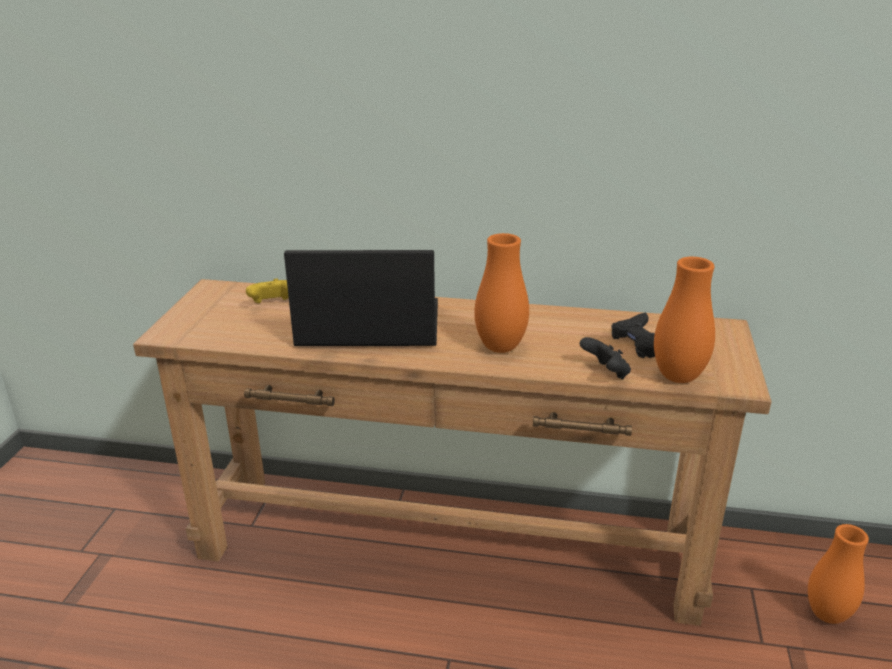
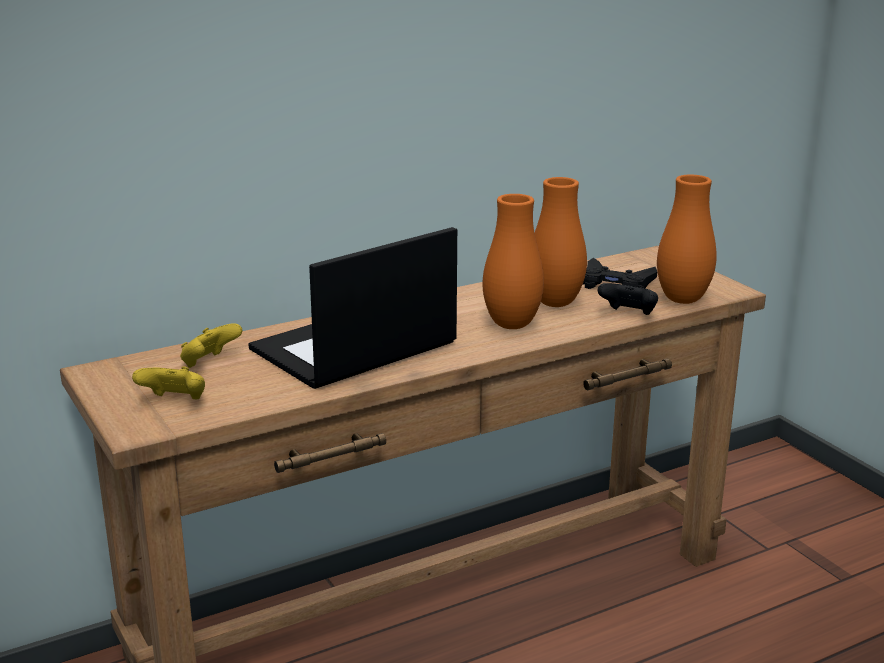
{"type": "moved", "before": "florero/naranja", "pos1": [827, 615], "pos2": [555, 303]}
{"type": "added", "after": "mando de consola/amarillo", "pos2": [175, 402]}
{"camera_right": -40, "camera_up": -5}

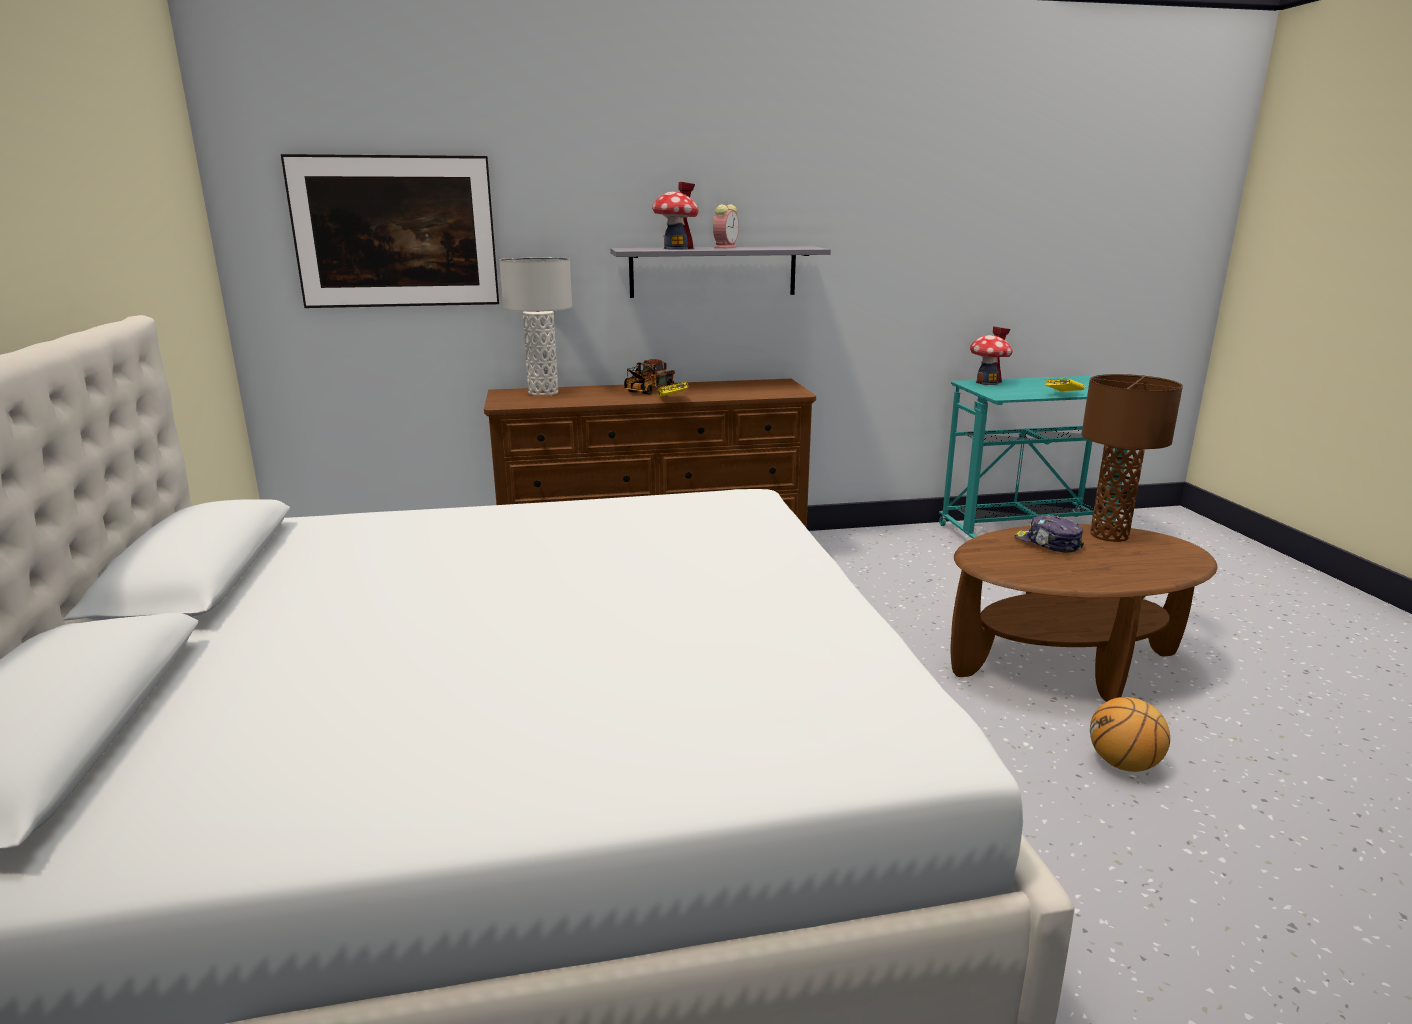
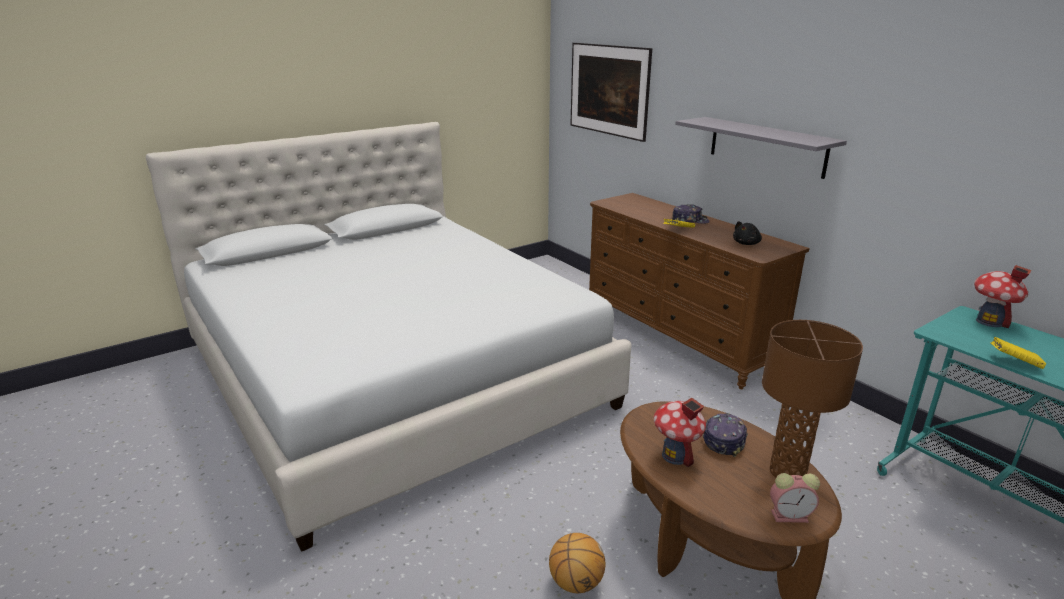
{"type": "removed", "before": "lámpara de mesa/blanco", "pos1": [542, 392]}
{"type": "replaced", "before": "camión de juguete", "after": "gorra", "pos1": [647, 391], "pos2": [690, 221]}
{"type": "moved", "before": "casita", "pos1": [676, 248], "pos2": [675, 456]}
{"type": "moved", "before": "despertador", "pos1": [725, 247], "pos2": [791, 516]}
{"type": "added", "after": "peluche/negro", "pos2": [746, 243]}
{"camera_right": 65, "camera_up": 5}

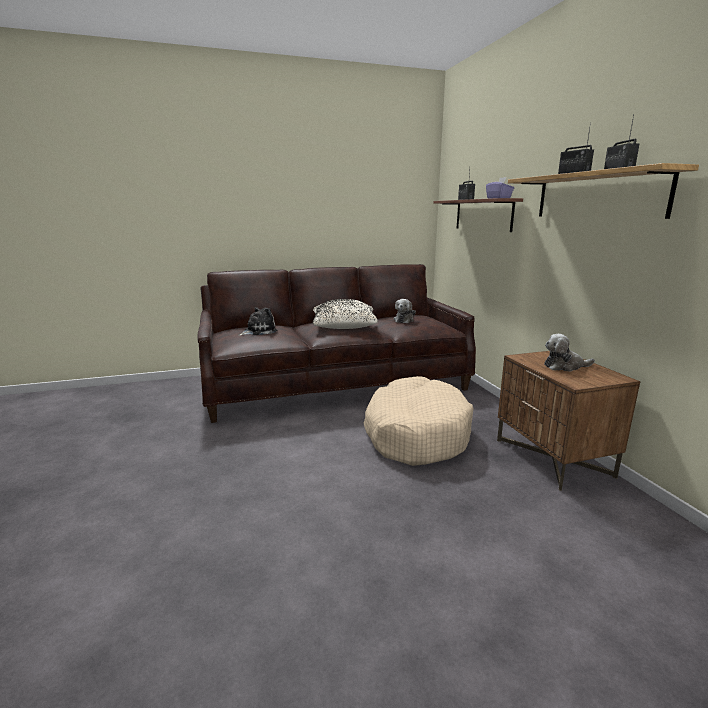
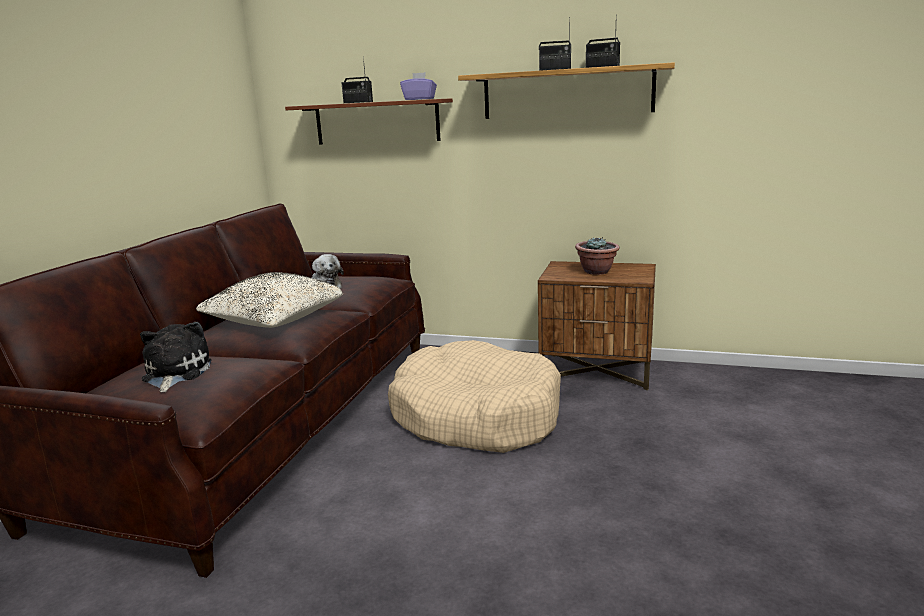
{"type": "replaced", "before": "peluche", "after": "planta en maceta", "pos1": [564, 366], "pos2": [596, 271]}
{"camera_right": -55, "camera_up": 0}

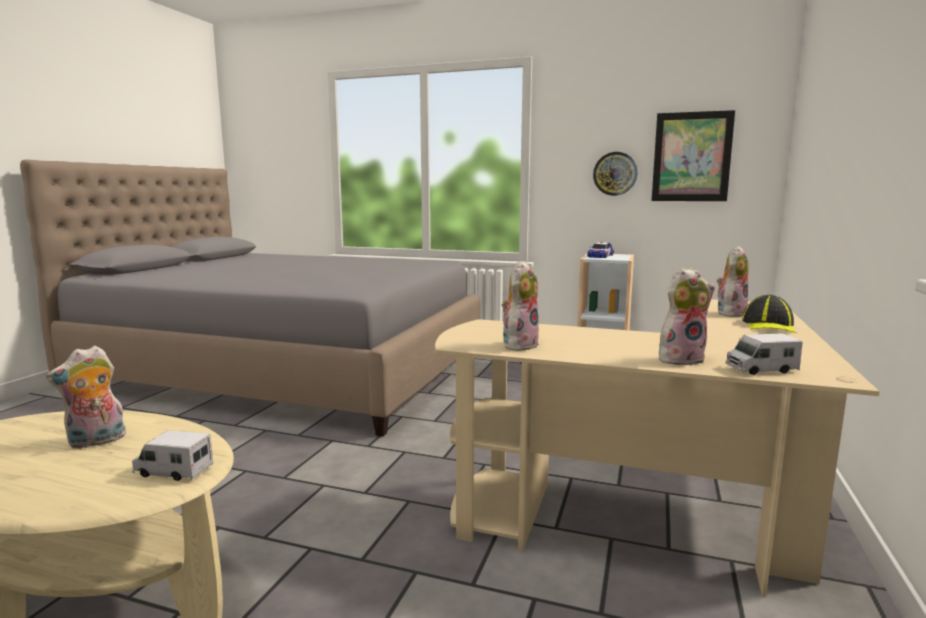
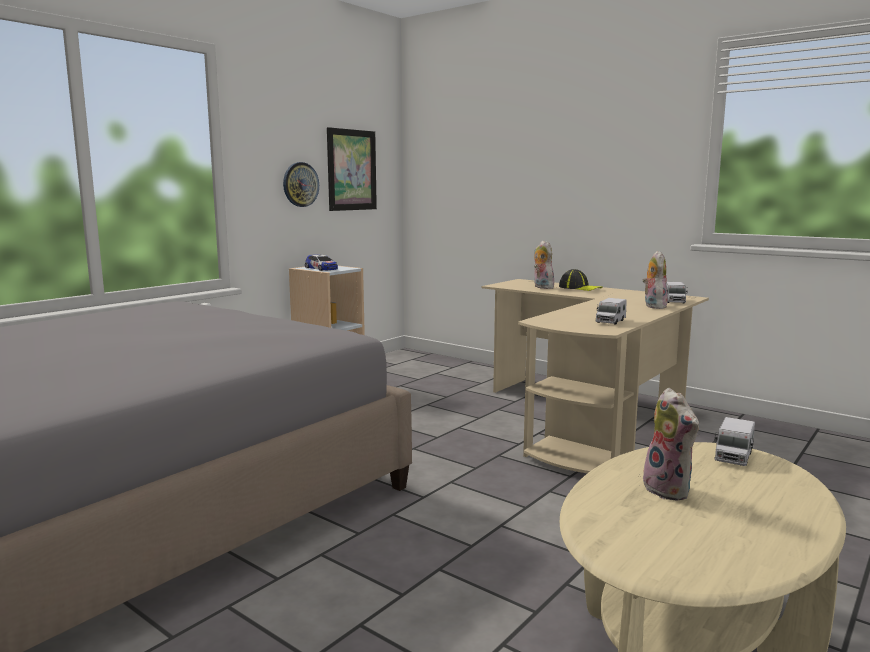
{"type": "replaced", "before": "peluche", "after": "camión de juguete", "pos1": [519, 345], "pos2": [610, 321]}
{"camera_right": -70, "camera_up": 0}

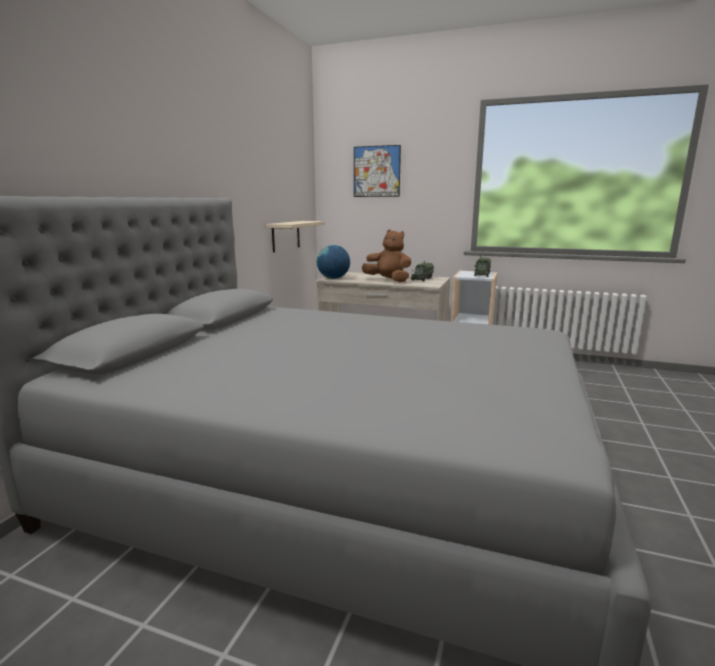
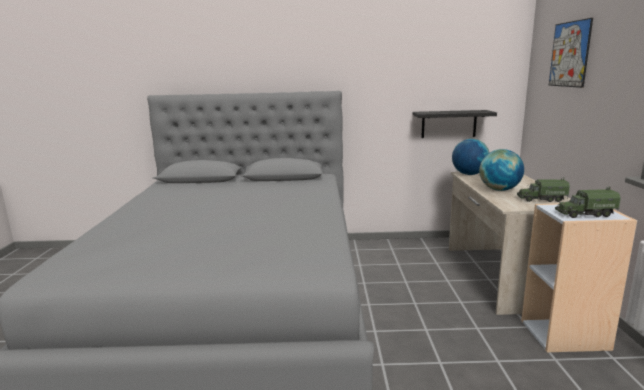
{"type": "recoloured", "before": "estante/beis", "after": "estante/negro", "pos1": [286, 236], "pos2": [448, 124]}
{"type": "replaced", "before": "peluche/marrón", "after": "globo terráqueo", "pos1": [388, 280], "pos2": [499, 190]}
{"camera_right": 70, "camera_up": 0}

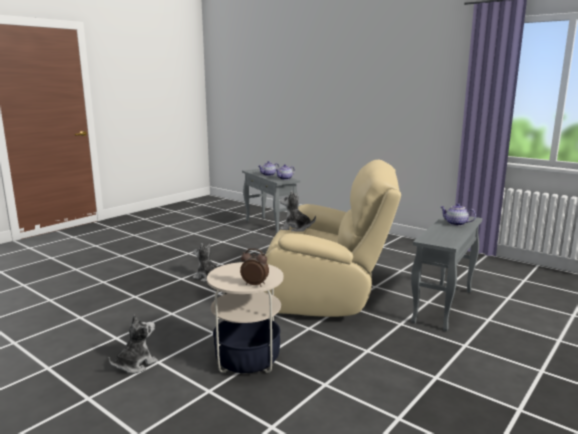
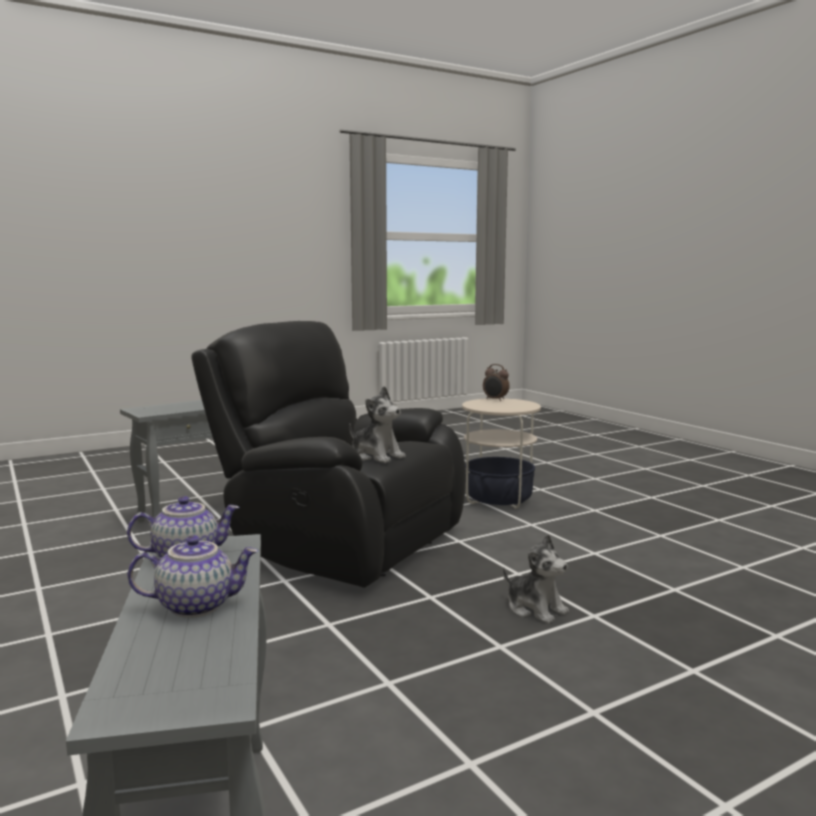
{"type": "removed", "before": "peluche", "pos1": [135, 364]}
{"type": "recoloured", "before": "sillón/beis", "after": "sillón/negro", "pos1": [329, 296], "pos2": [341, 543]}
{"type": "removed", "before": "tetera", "pos1": [456, 224]}
{"camera_right": -160, "camera_up": -5}

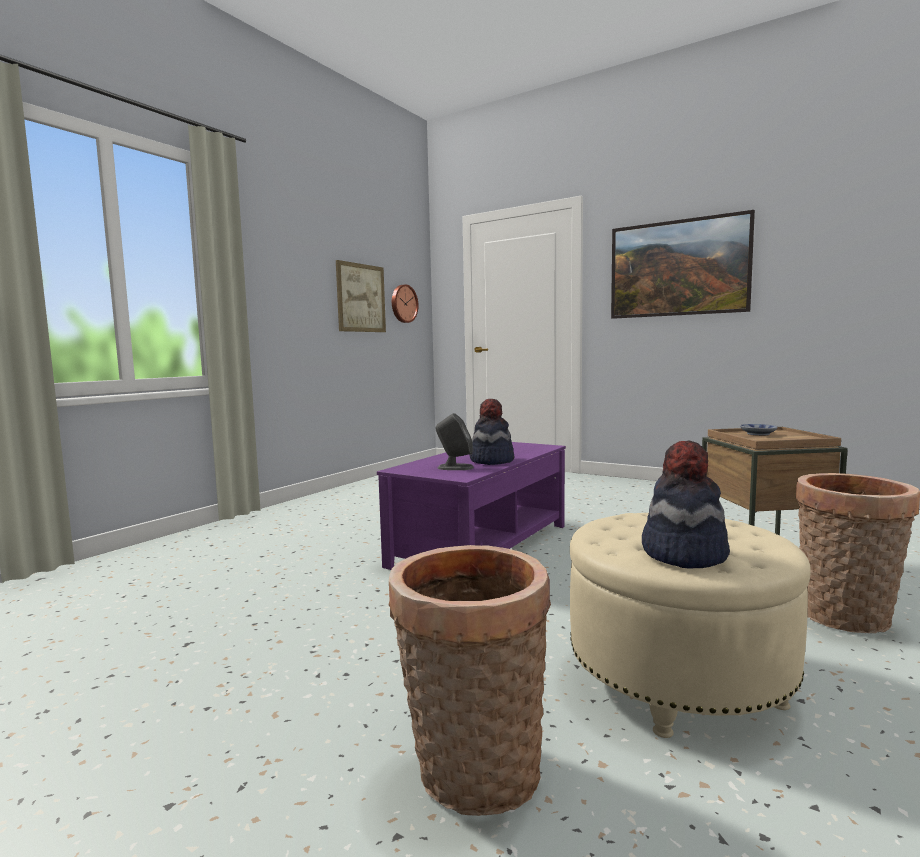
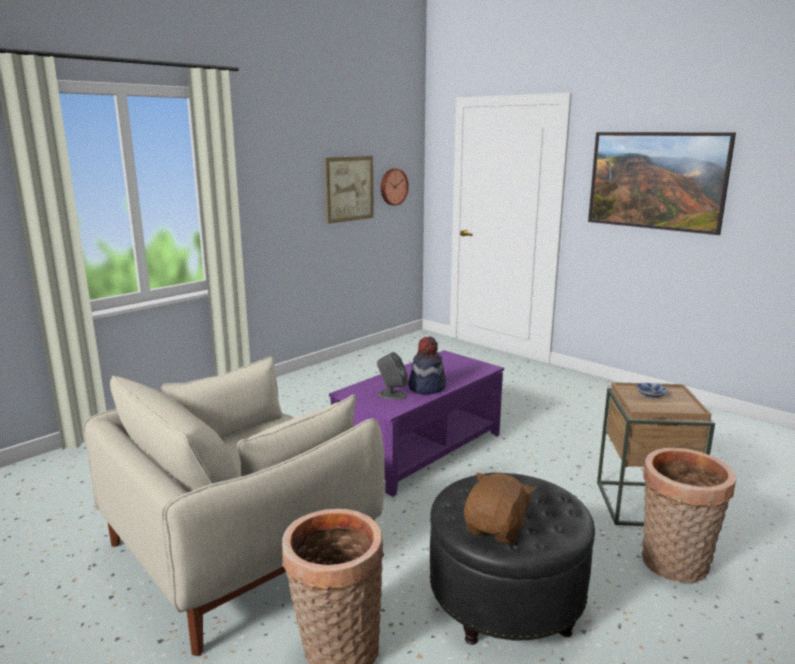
{"type": "recoloured", "before": "puf/beis", "after": "puf/negro", "pos1": [677, 679], "pos2": [505, 601]}
{"type": "replaced", "before": "sombrero", "after": "peluche/marrón", "pos1": [683, 554], "pos2": [496, 528]}
{"type": "added", "after": "sillón/beis", "pos2": [242, 549]}
{"camera_right": 10, "camera_up": 10}

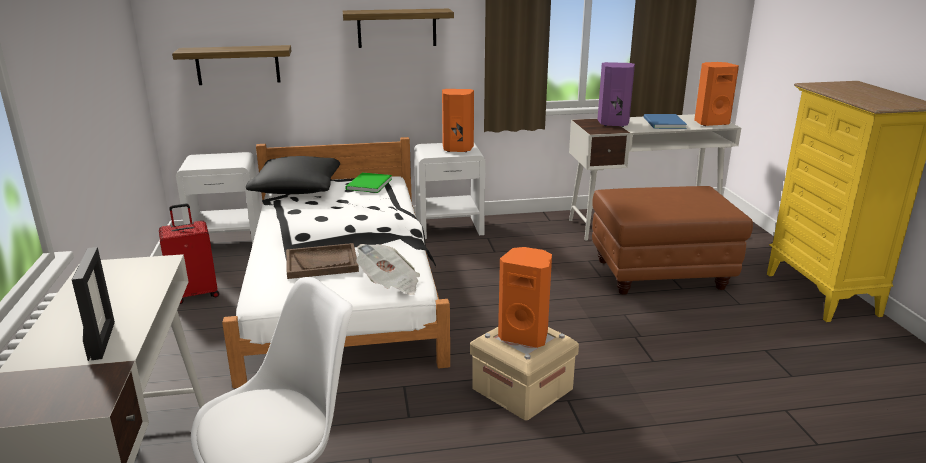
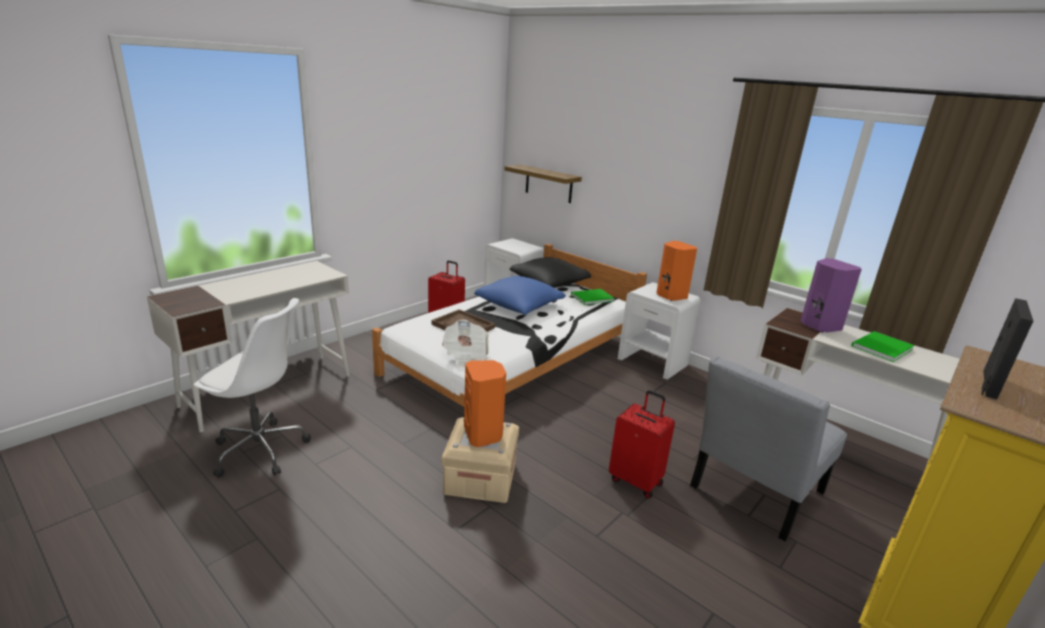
{"type": "moved", "before": "portarretratos", "pos1": [101, 340], "pos2": [987, 383]}
{"type": "removed", "before": "estante", "pos1": [397, 28]}
{"type": "replaced", "before": "puf/marrón", "after": "silla/gris", "pos1": [660, 274], "pos2": [753, 493]}
{"type": "recoloured", "before": "libro/azul", "after": "libro/verde", "pos1": [663, 123], "pos2": [879, 348]}
{"type": "removed", "before": "altavoz/naranja", "pos1": [710, 123]}
{"type": "added", "after": "cojín/azul", "pos2": [519, 306]}
{"type": "added", "after": "maleta/rojo", "pos2": [636, 481]}
{"camera_right": 50, "camera_up": 0}

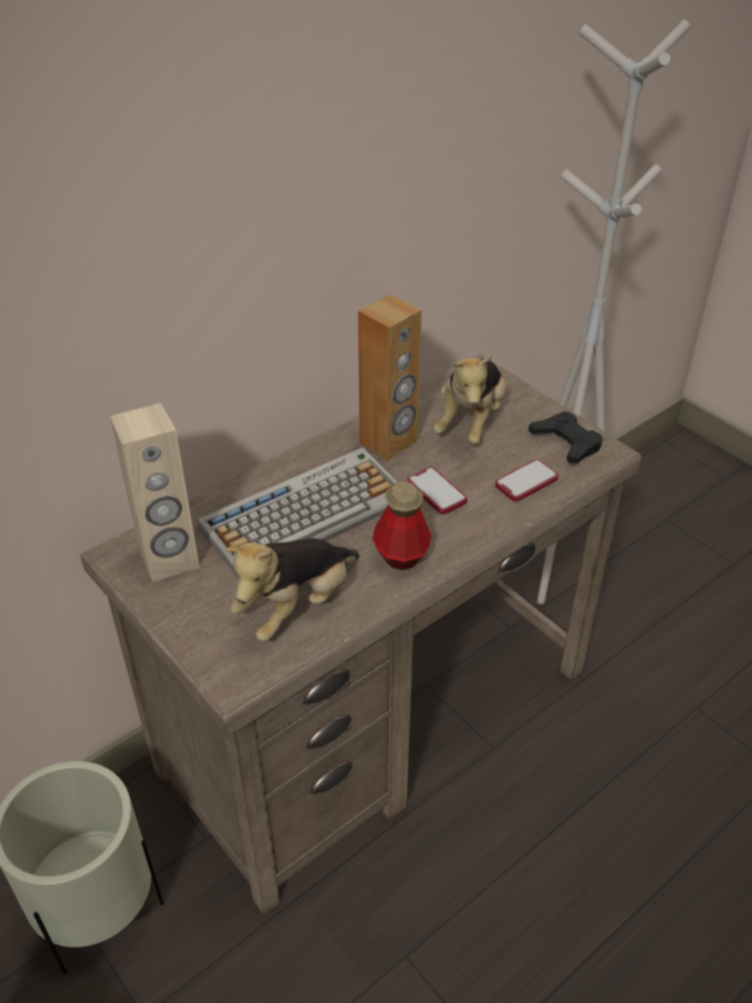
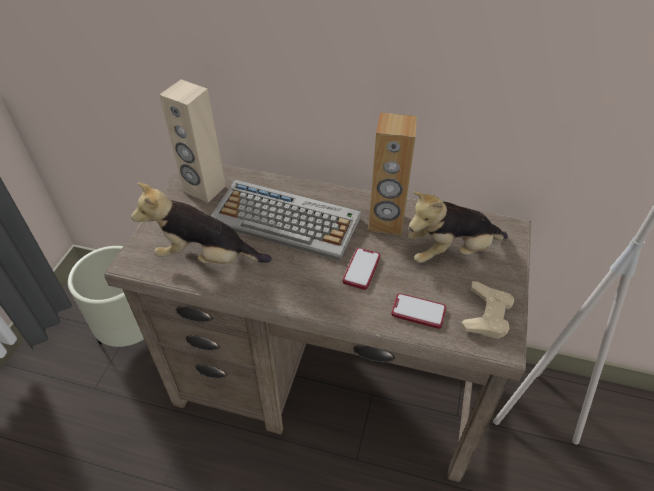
{"type": "removed", "before": "botella", "pos1": [401, 555]}
{"type": "recoloured", "before": "mando de consola/negro", "after": "mando de consola/beis", "pos1": [566, 442], "pos2": [486, 314]}
{"camera_right": 55, "camera_up": 5}

